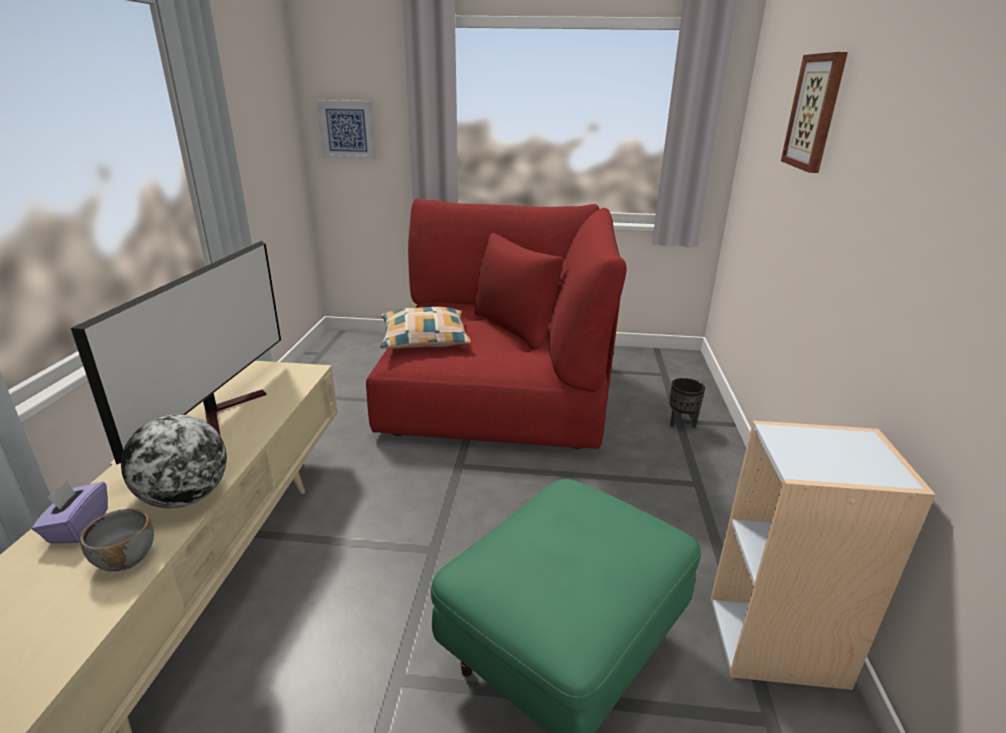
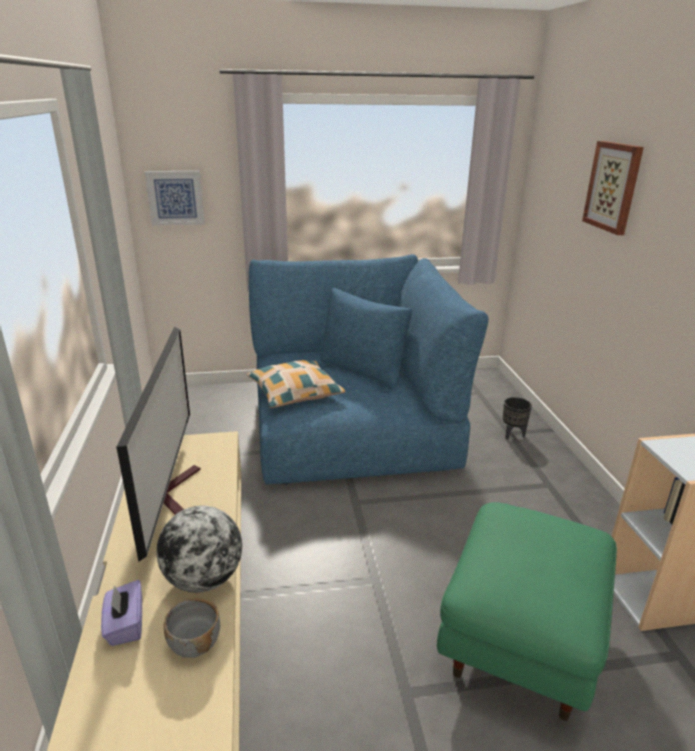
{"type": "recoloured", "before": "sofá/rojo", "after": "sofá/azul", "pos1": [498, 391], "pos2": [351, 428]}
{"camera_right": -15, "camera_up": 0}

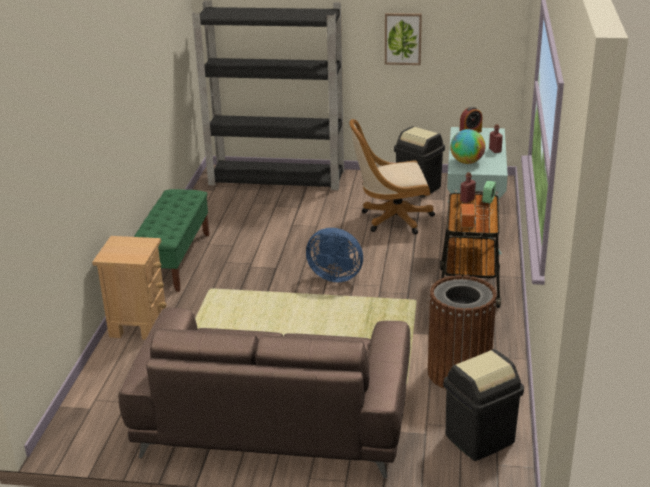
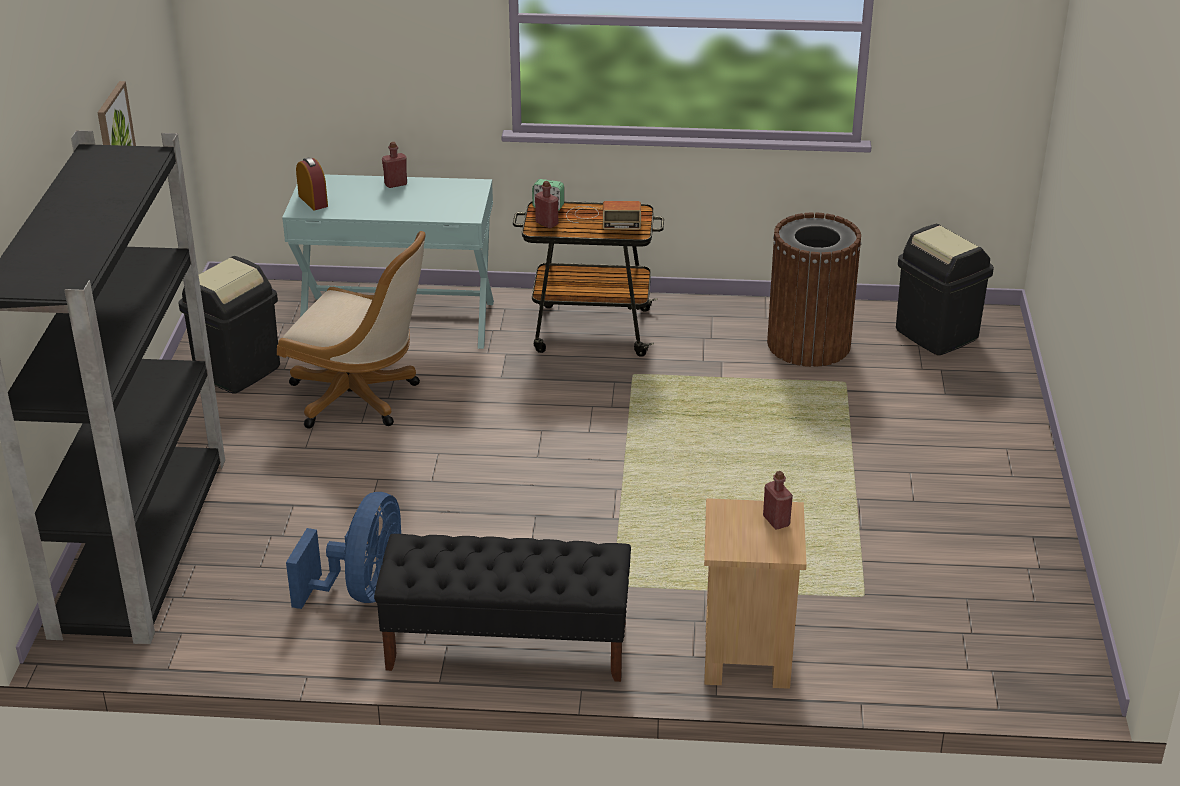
{"type": "removed", "before": "sofá/marrón", "pos1": [273, 420]}
{"type": "recoloured", "before": "banco/verde", "after": "banco/negro", "pos1": [174, 260], "pos2": [506, 646]}
{"type": "moved", "before": "ventilador/azul", "pos1": [335, 276], "pos2": [362, 590]}
{"type": "turned", "before": "silla de oficina", "pos1": [391, 219], "pos2": [362, 398], "turn": -60}
{"type": "removed", "before": "globo terráqueo", "pos1": [467, 162]}
{"type": "added", "after": "botella/rojo", "pos2": [776, 521]}
{"camera_right": -95, "camera_up": 5}

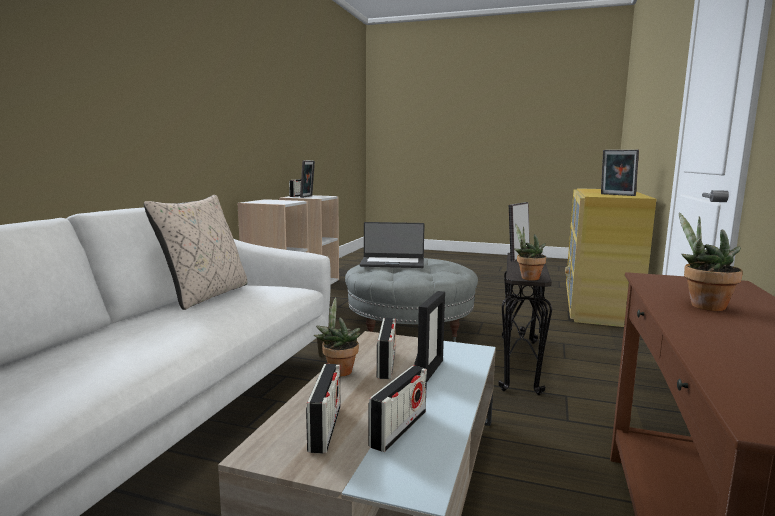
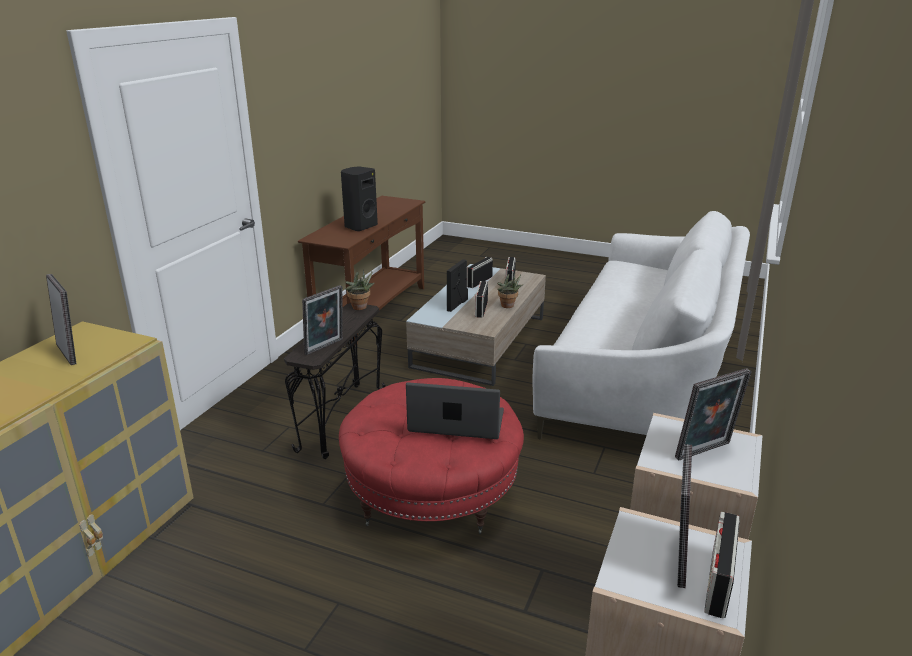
{"type": "removed", "before": "cojín/beis", "pos1": [206, 295]}
{"type": "recoloured", "before": "puf/gris", "after": "puf/rojo", "pos1": [410, 328], "pos2": [431, 491]}
{"type": "replaced", "before": "planta en maceta", "after": "altavoz/negro", "pos1": [702, 305], "pos2": [360, 226]}
{"type": "added", "after": "portarretratos", "pos2": [705, 452]}
{"camera_right": -175, "camera_up": 15}

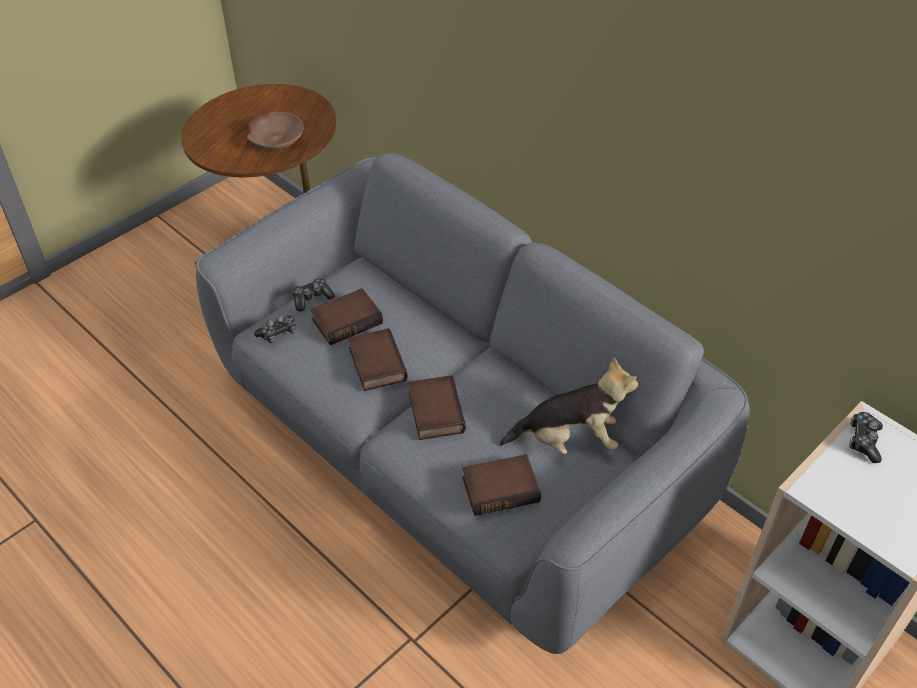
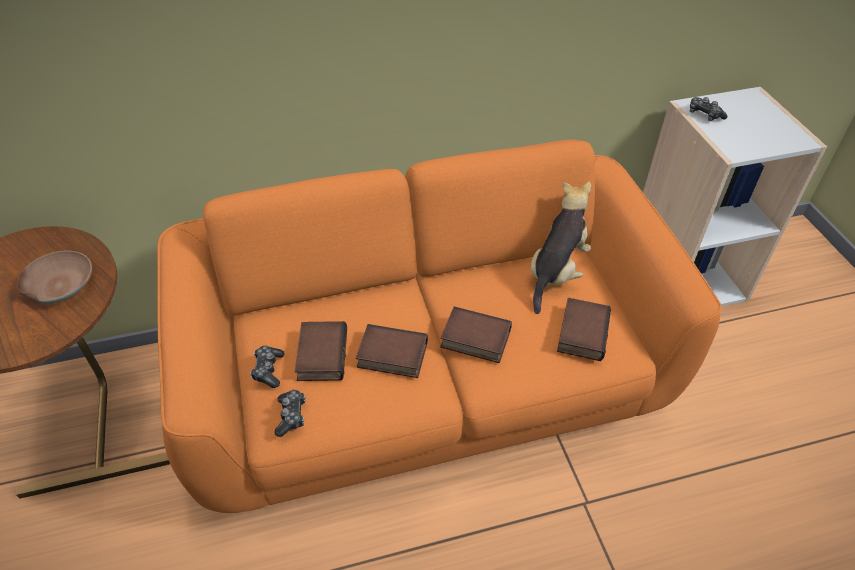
{"type": "recoloured", "before": "sofá/gris", "after": "sofá/naranja", "pos1": [458, 455], "pos2": [427, 386]}
{"camera_right": -60, "camera_up": 0}

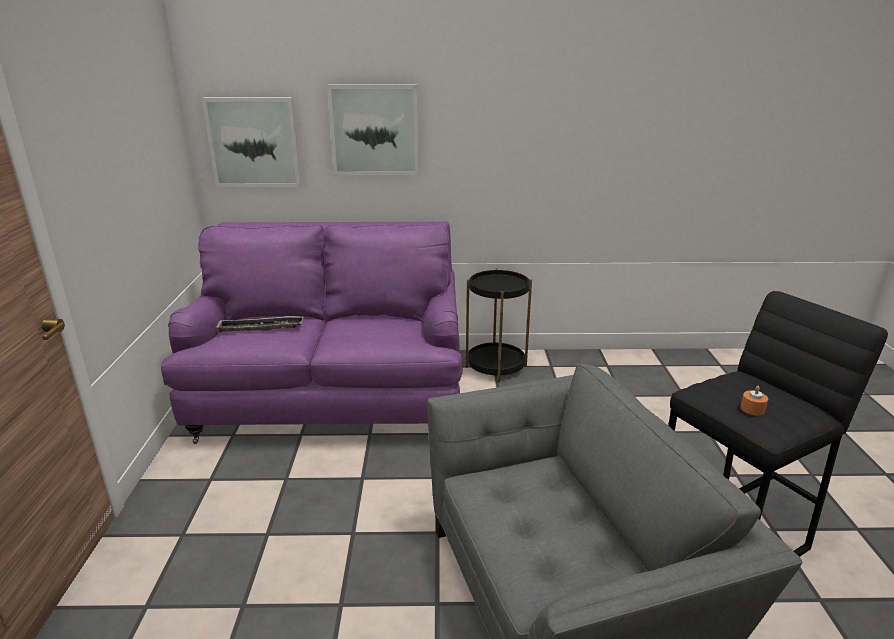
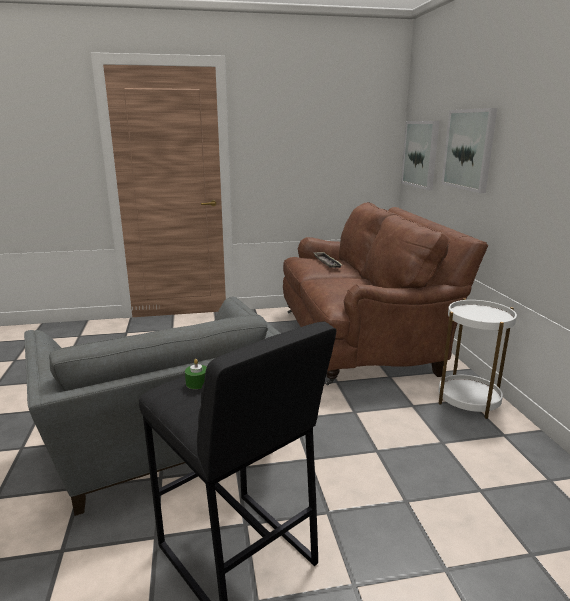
{"type": "recoloured", "before": "sofá/morado", "after": "sofá/marrón", "pos1": [334, 395], "pos2": [362, 339]}
{"type": "recoloured", "before": "mesa auxiliar/negro", "after": "mesa auxiliar/blanco", "pos1": [496, 366], "pos2": [468, 400]}
{"type": "recoloured", "before": "vela/naranja", "after": "vela/verde", "pos1": [752, 409], "pos2": [197, 383]}
{"camera_right": 80, "camera_up": -5}

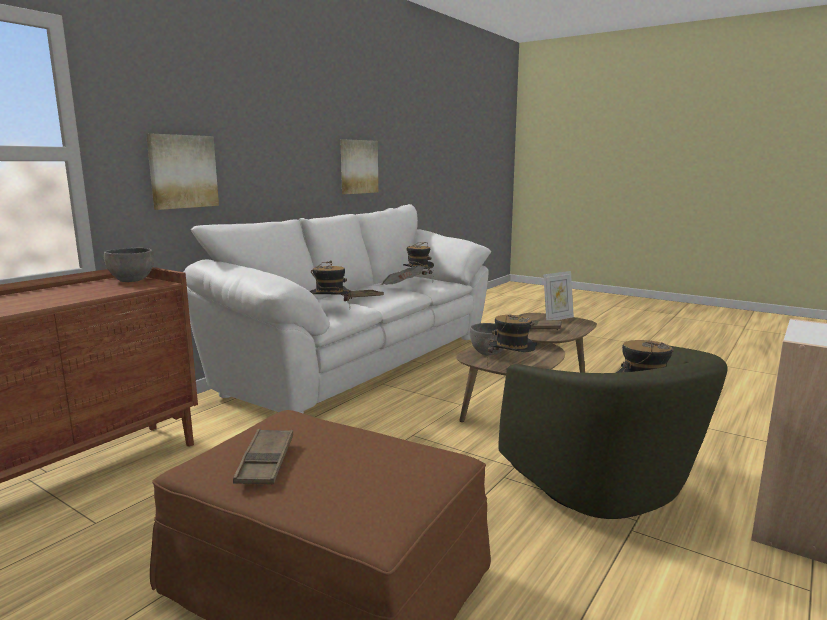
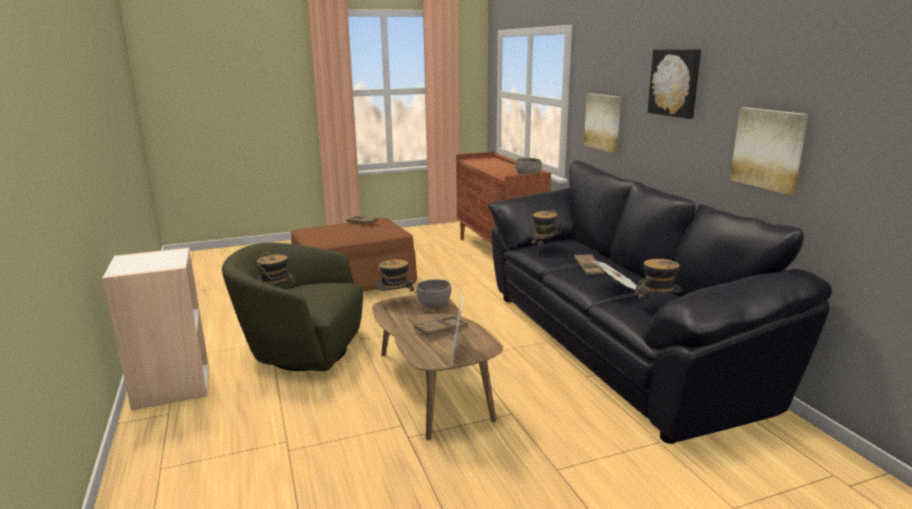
{"type": "recoloured", "before": "sofá/blanco", "after": "sofá/negro", "pos1": [362, 363], "pos2": [612, 347]}
{"type": "added", "after": "cuadro", "pos2": [675, 82]}
{"camera_right": 125, "camera_up": 5}

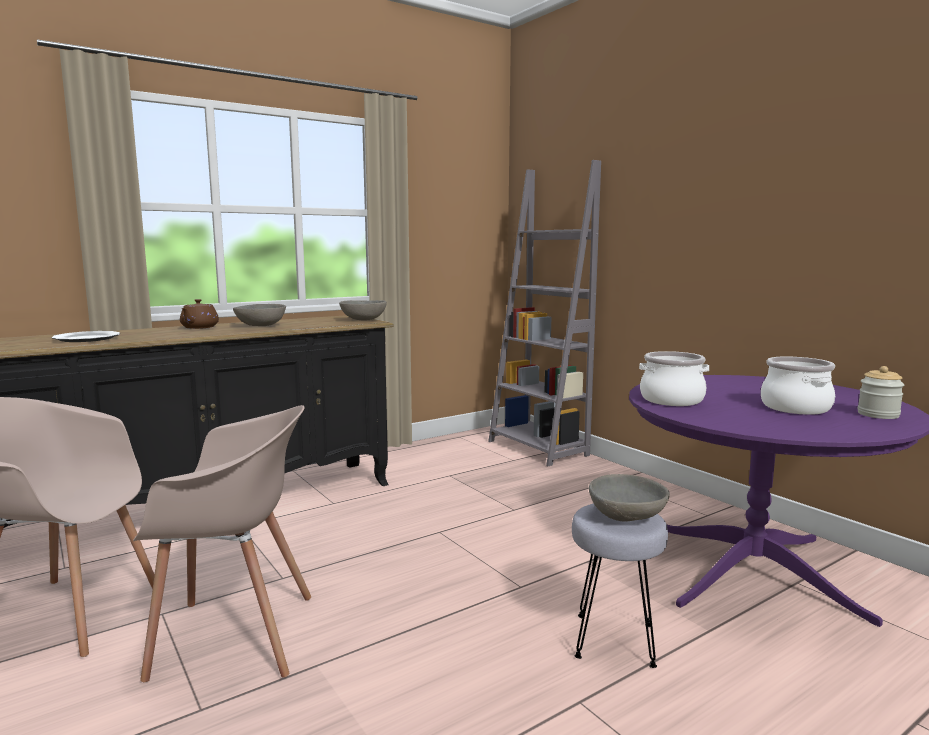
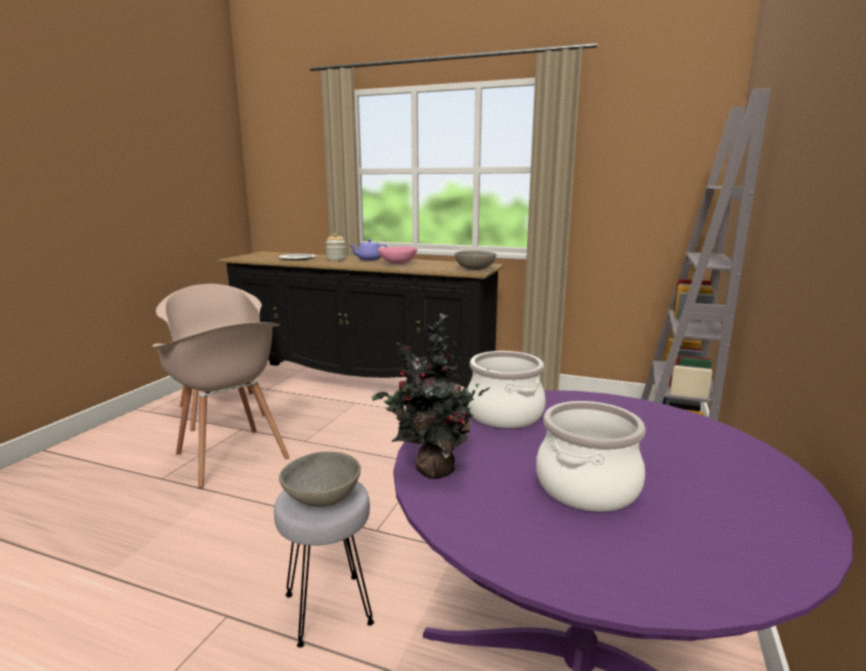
{"type": "recoloured", "before": "tetera/marrón", "after": "tetera/morado", "pos1": [199, 327], "pos2": [368, 259]}
{"type": "recoloured", "before": "cuenco/gris", "after": "cuenco/rosa", "pos1": [260, 326], "pos2": [397, 263]}
{"type": "moved", "before": "tarro", "pos1": [878, 415], "pos2": [336, 259]}
{"type": "added", "after": "planta en maceta", "pos2": [432, 471]}
{"camera_right": 55, "camera_up": 5}

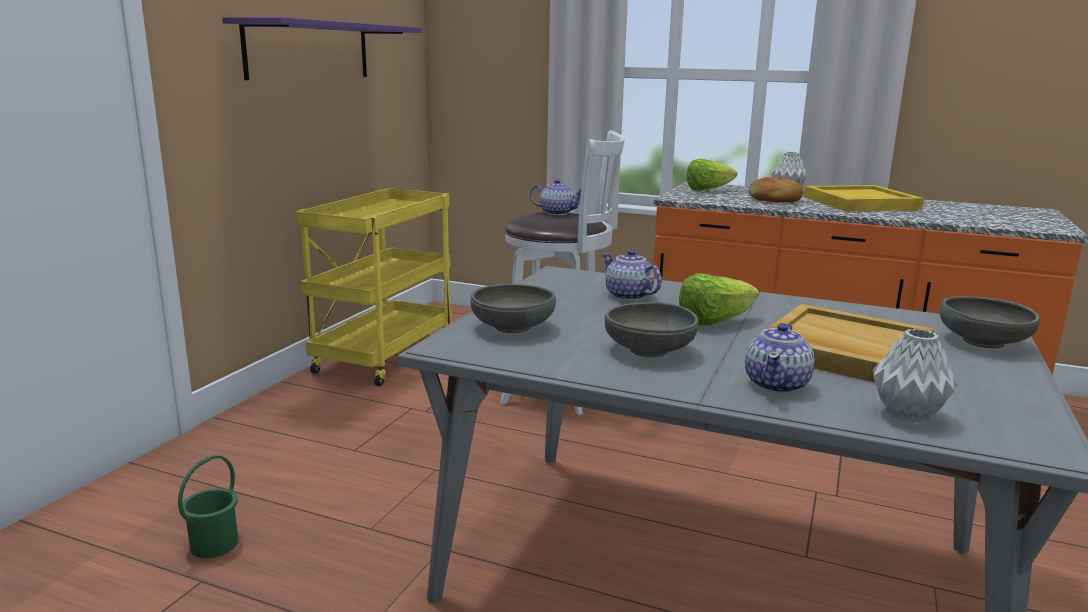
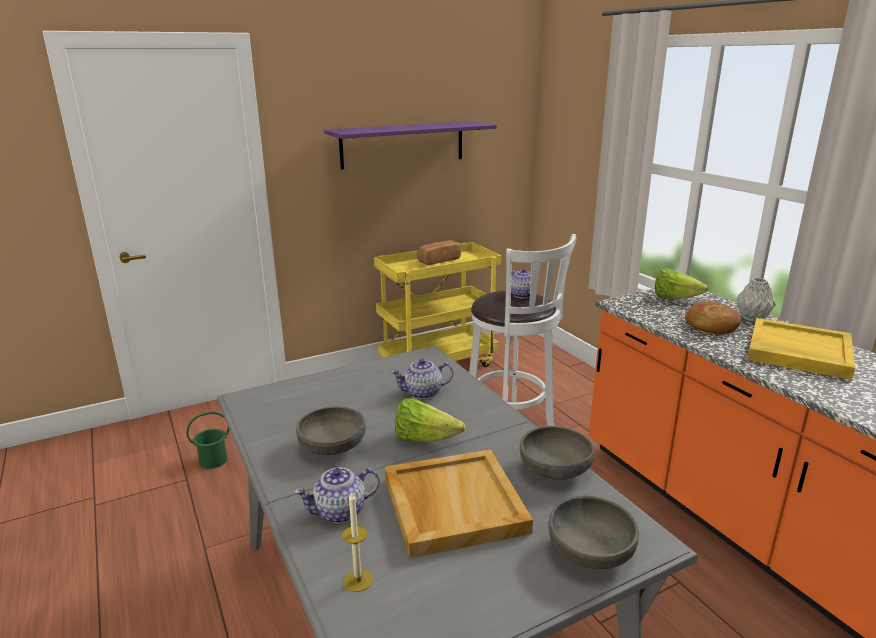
{"type": "moved", "before": "cuenco/gris", "pos1": [512, 327], "pos2": [554, 470]}
{"type": "turned", "before": "tetera", "pos1": [628, 296], "pos2": [423, 393], "turn": -105}
{"type": "replaced", "before": "florero/gris", "after": "vela", "pos1": [905, 414], "pos2": [358, 580]}
{"type": "added", "after": "pan", "pos2": [438, 260]}
{"camera_right": 40, "camera_up": 5}

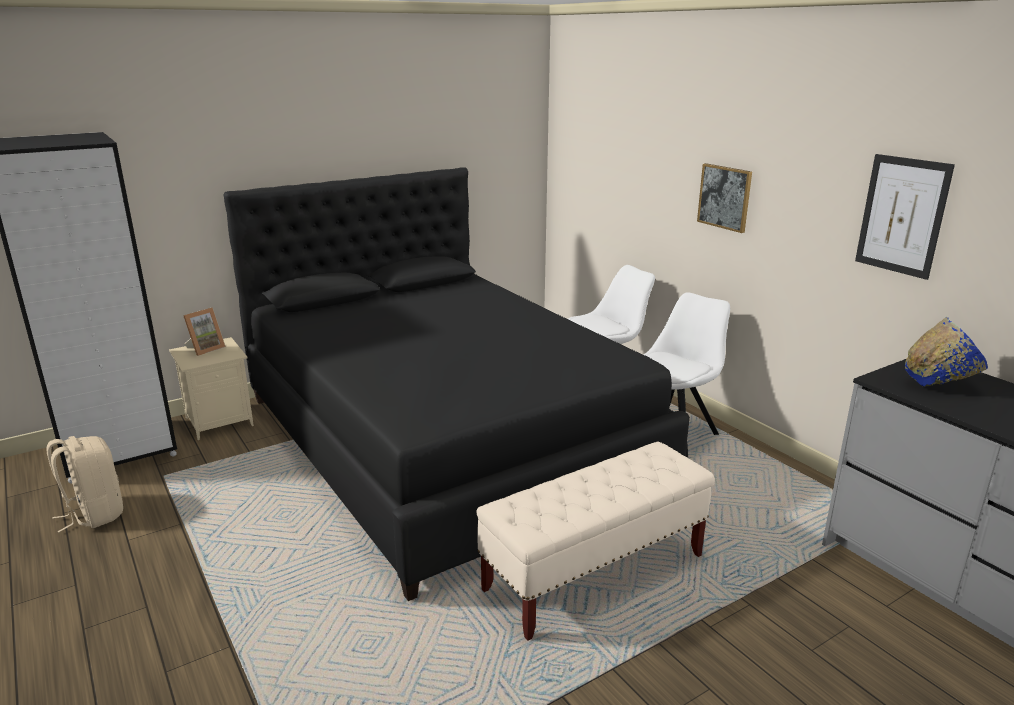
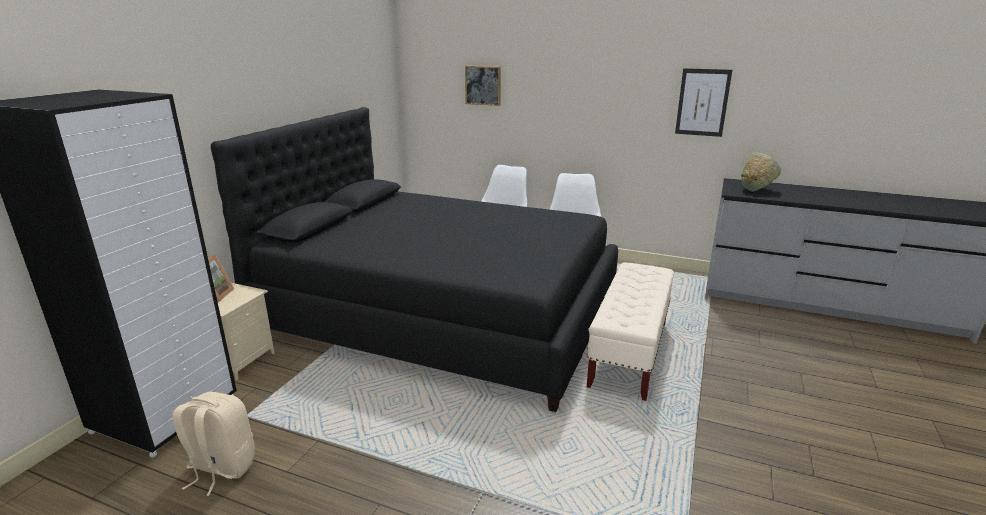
{"type": "moved", "before": "cuadro", "pos1": [724, 197], "pos2": [483, 85]}
{"type": "recoloured", "before": "cuenco/azul", "after": "cuenco/verde", "pos1": [939, 384], "pos2": [755, 189]}
{"camera_right": -35, "camera_up": 0}

